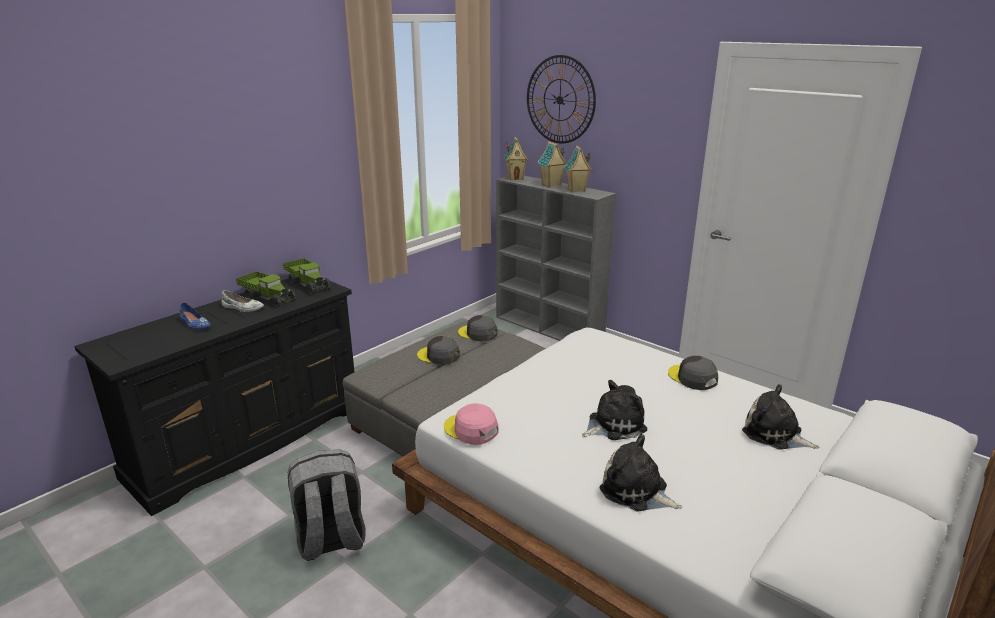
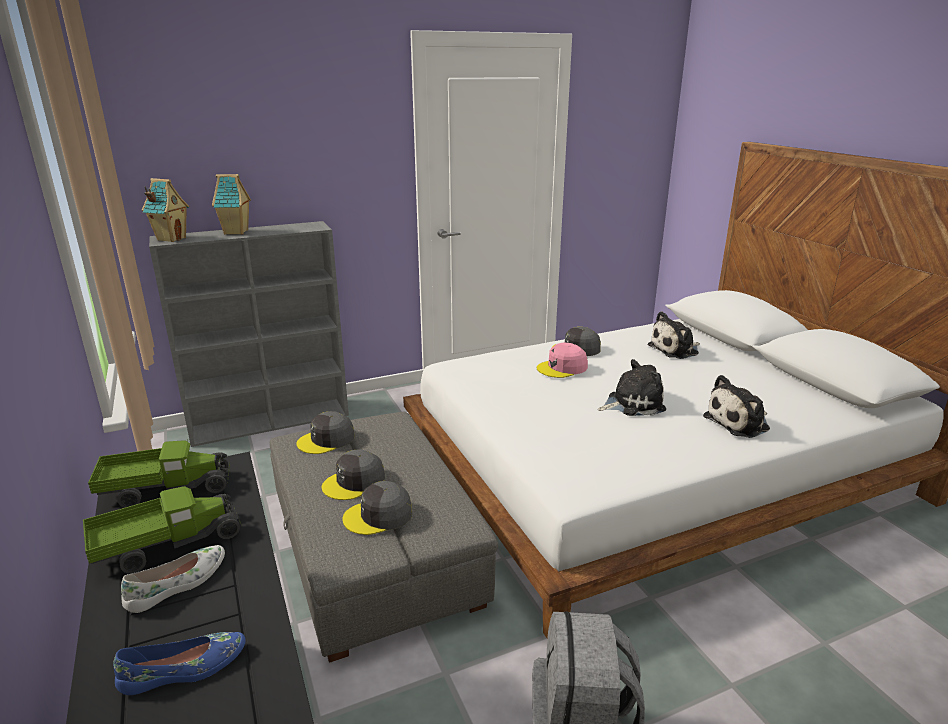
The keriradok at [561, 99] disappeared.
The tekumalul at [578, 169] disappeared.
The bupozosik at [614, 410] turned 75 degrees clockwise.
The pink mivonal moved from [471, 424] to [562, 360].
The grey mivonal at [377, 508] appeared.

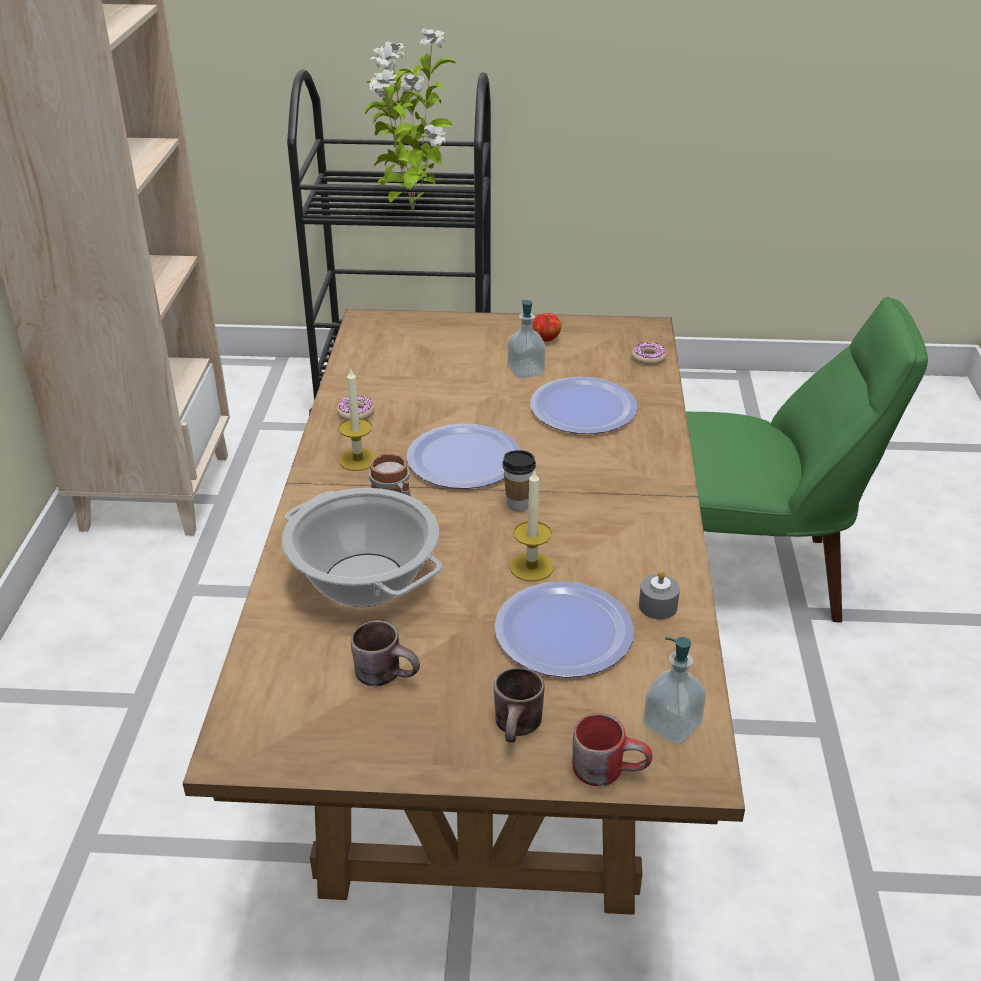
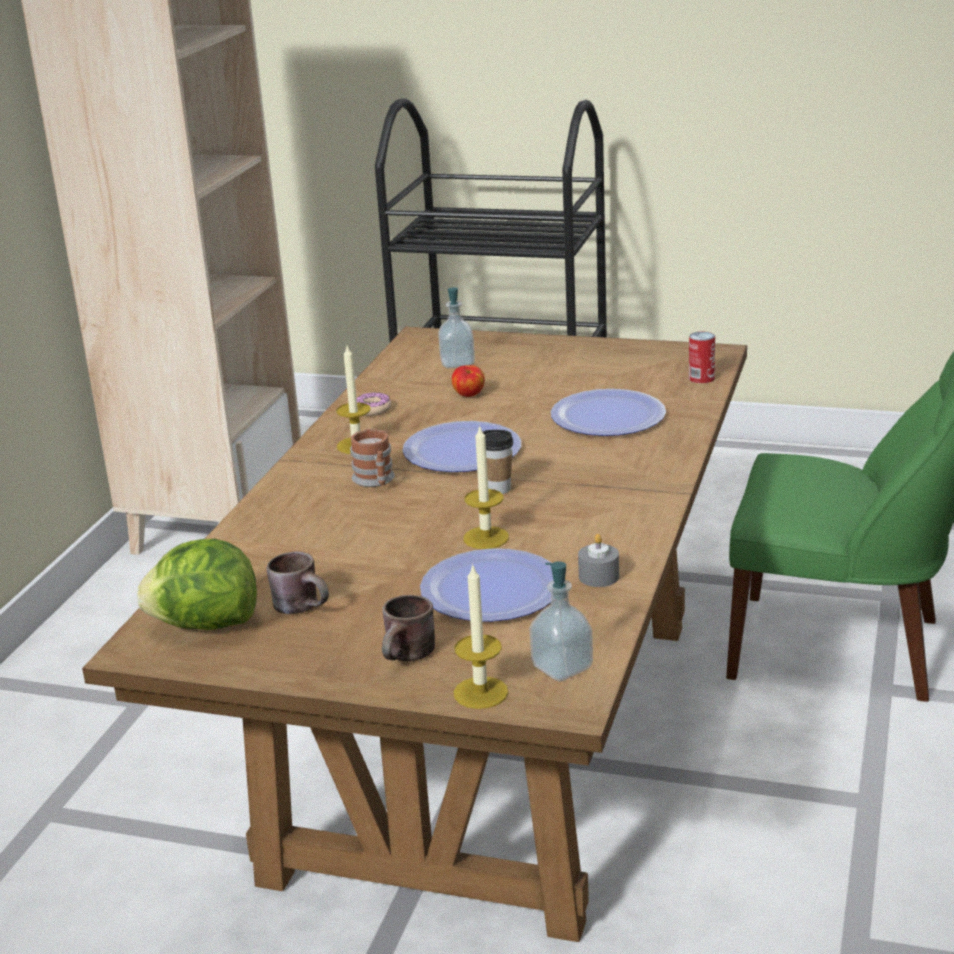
The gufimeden at [411, 120] disappeared.
The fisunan moved from [526, 339] to [456, 327].
The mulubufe moved from [547, 327] to [468, 381].
The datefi at [649, 353] was replaced by the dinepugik at [702, 357].
The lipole at [362, 547] disappeared.
The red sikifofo at [612, 749] was replaced by the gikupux at [481, 636].
The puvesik at [197, 584] appeared.

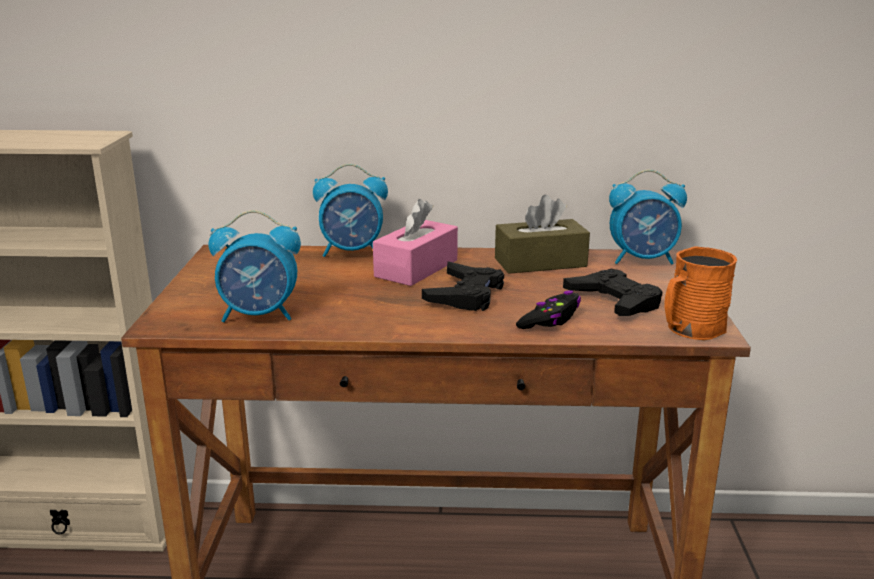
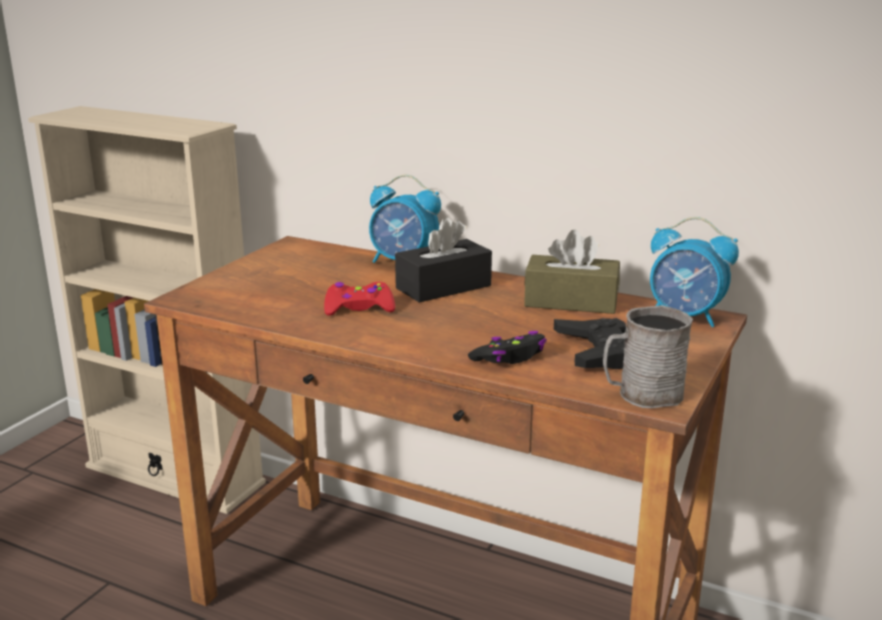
The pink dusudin at [415, 242] became the black dusudin at [443, 259].
The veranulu at [254, 266] disappeared.
The orange sikifofo at [700, 293] became the grey sikifofo at [648, 356].
The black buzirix at [463, 286] disappeared.
The red buzirix at [359, 299] appeared.

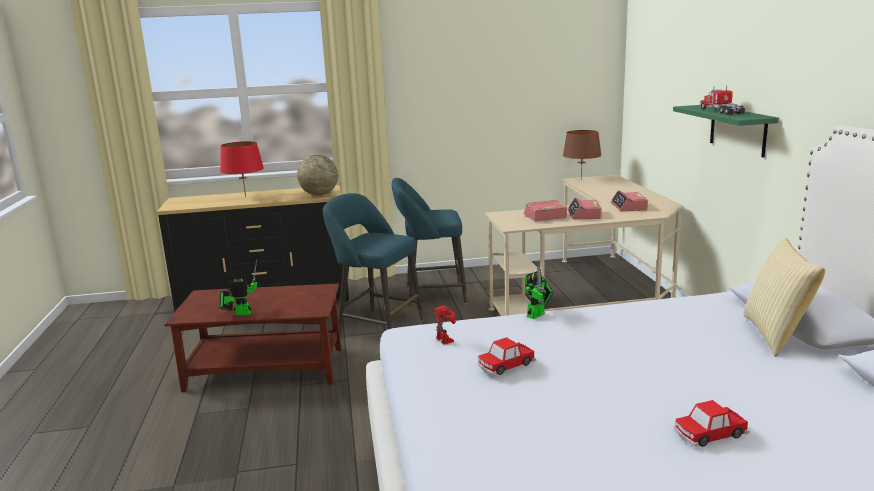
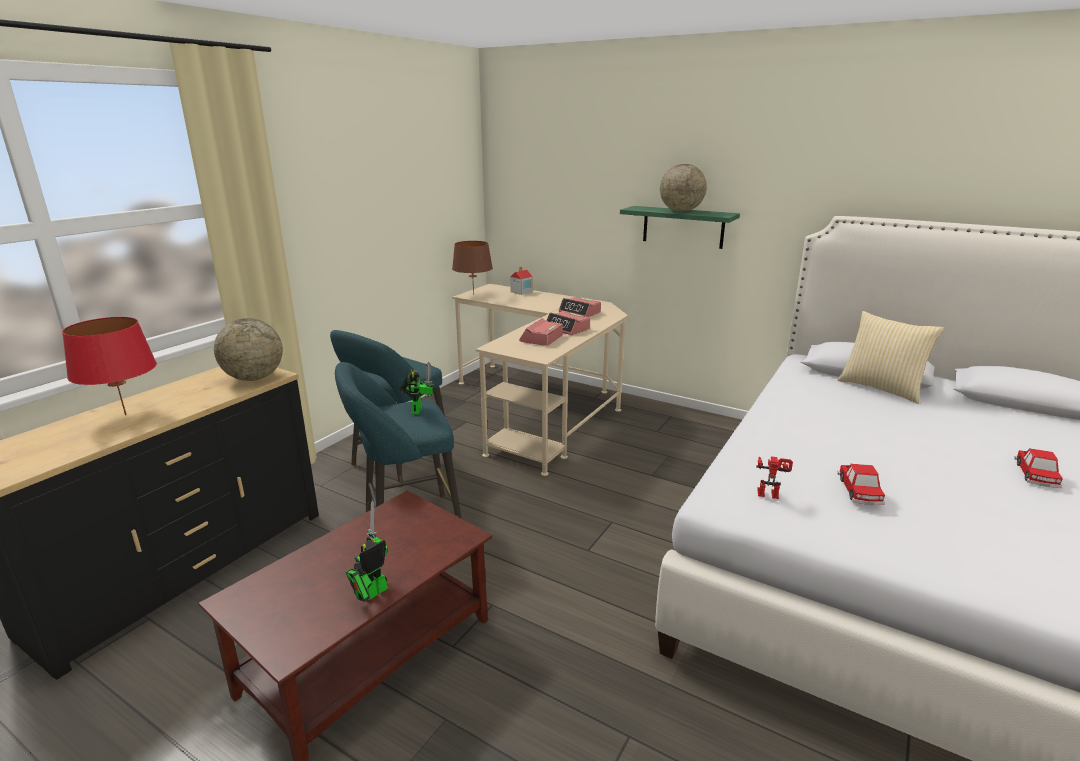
The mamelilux at [722, 100] was replaced by the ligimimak at [683, 188].
The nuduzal moved from [539, 292] to [416, 388].
The tekumalul at [521, 280] appeared.

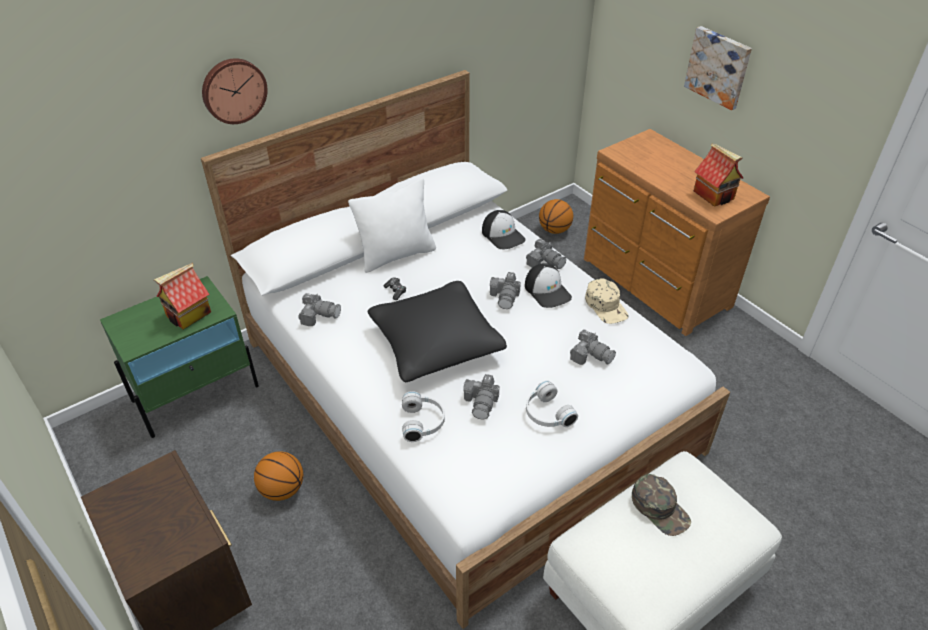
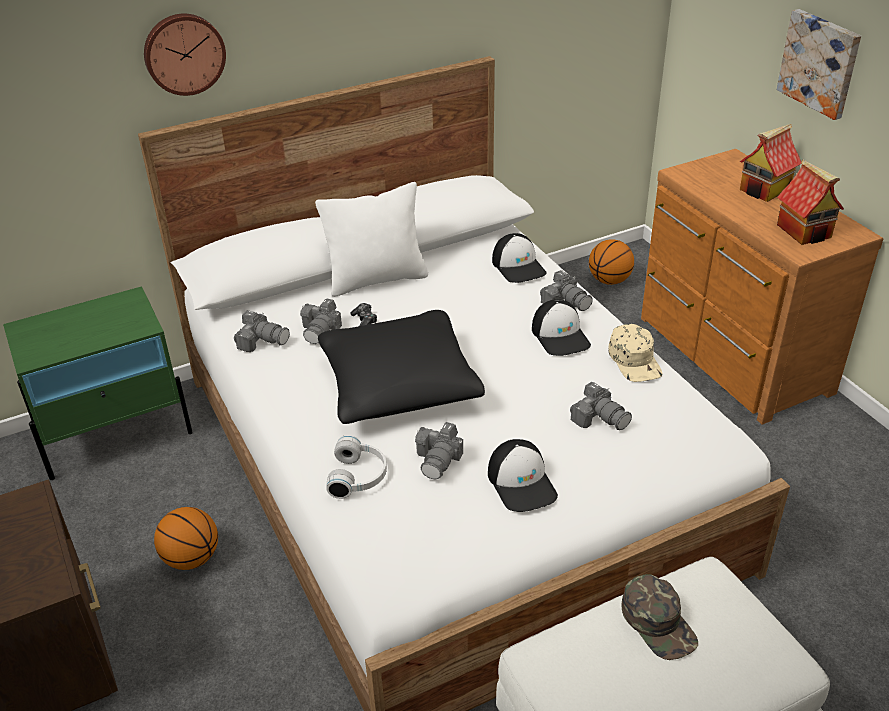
The tekumalul moved from [182, 296] to [770, 163].
The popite moved from [505, 290] to [321, 321].
The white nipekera at [552, 404] was replaced by the mivonal at [523, 475].

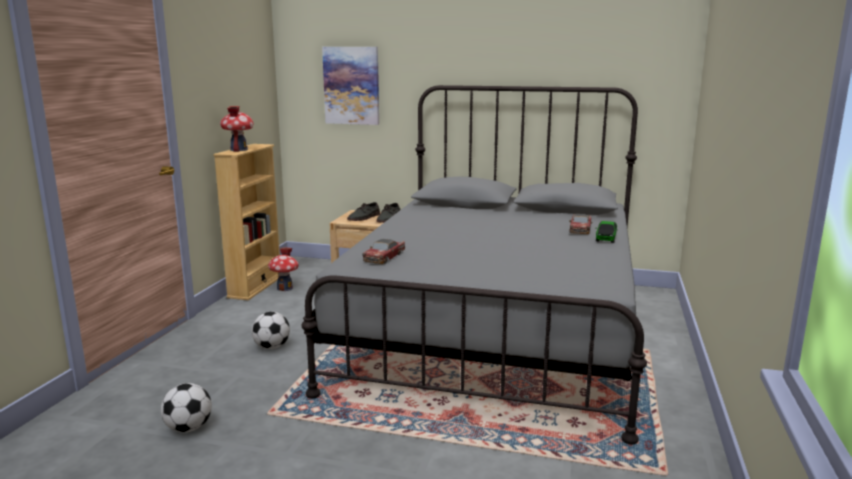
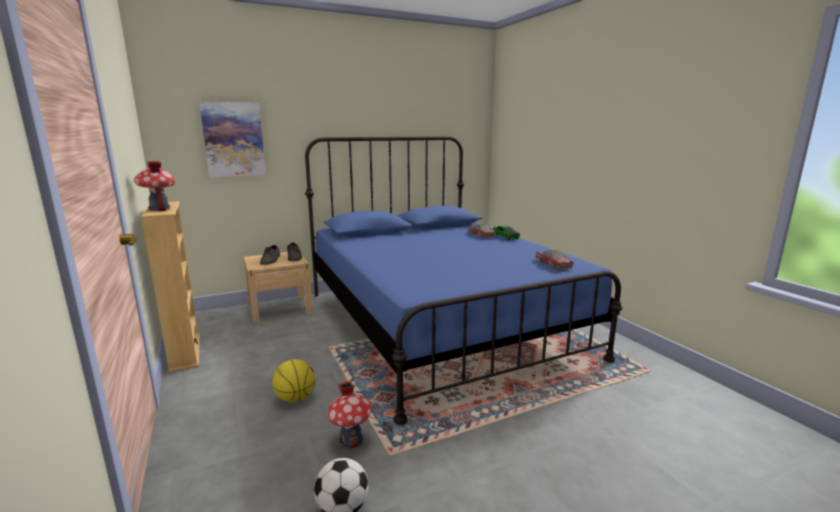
The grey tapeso at [474, 264] became the blue tapeso at [463, 280].
The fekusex moved from [384, 251] to [554, 259].
The tekumalul moved from [283, 269] to [349, 415].
The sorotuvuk at [271, 330] was replaced by the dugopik at [294, 380].

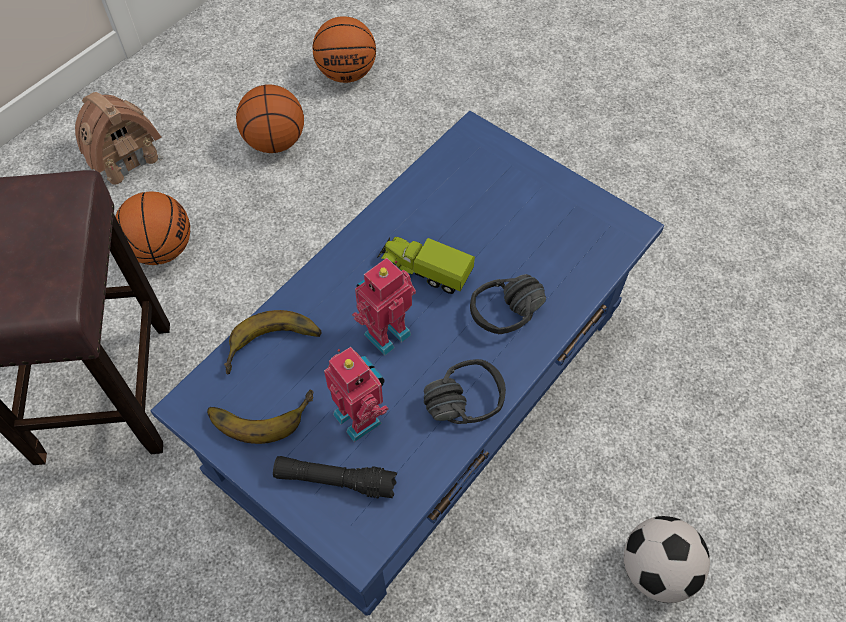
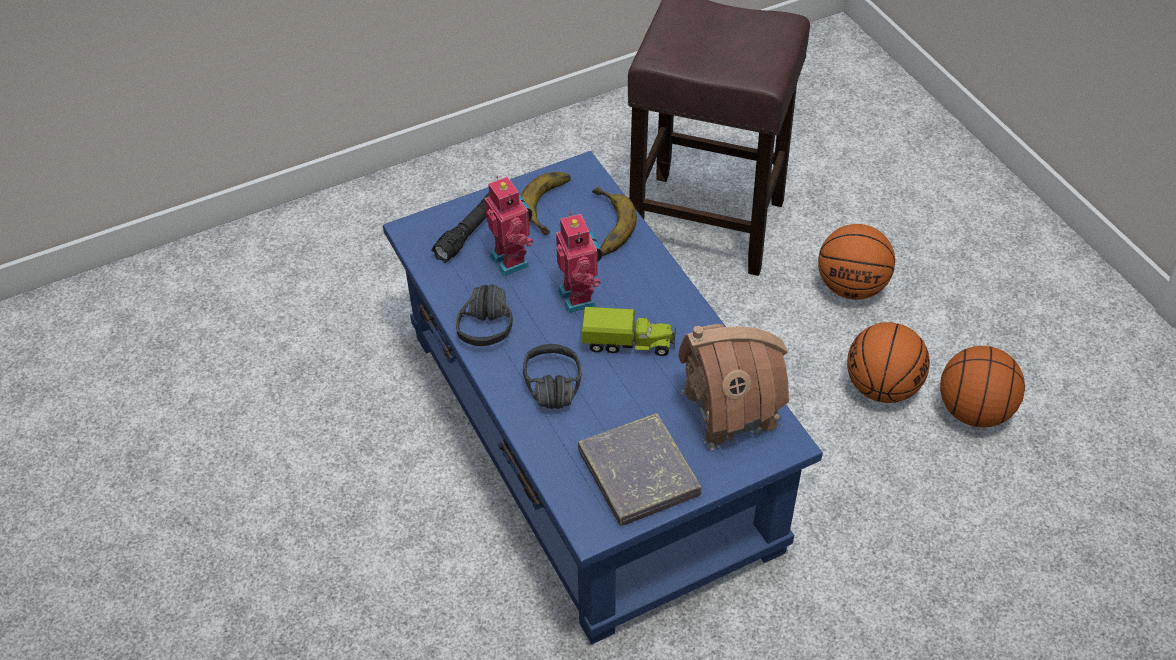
The dugopik moved from [344, 49] to [888, 362].
The tekumalul moved from [119, 139] to [733, 387].
The mamelilux at [426, 265] turned 45 degrees clockwise.
The nuduzal at [356, 394] turned 105 degrees counterclockwise.
The sorotuvuk at [667, 559] disappeared.
The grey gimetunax at [640, 469] appeared.

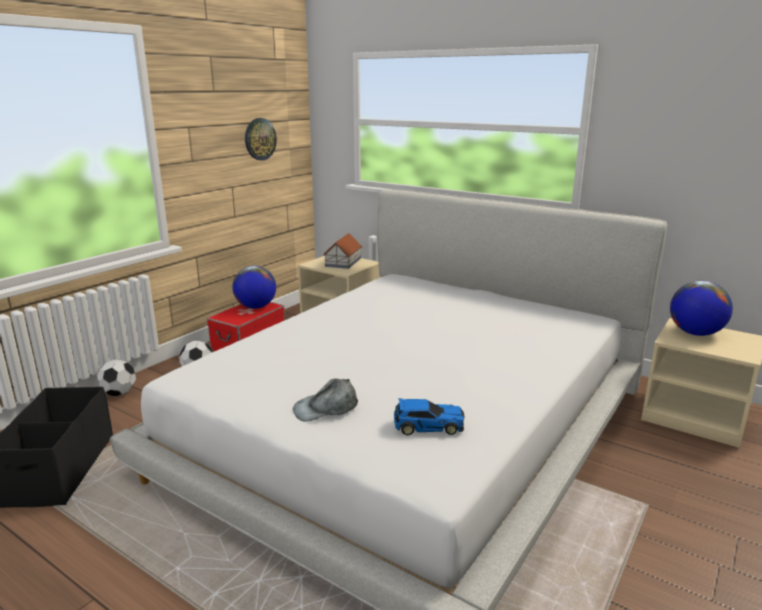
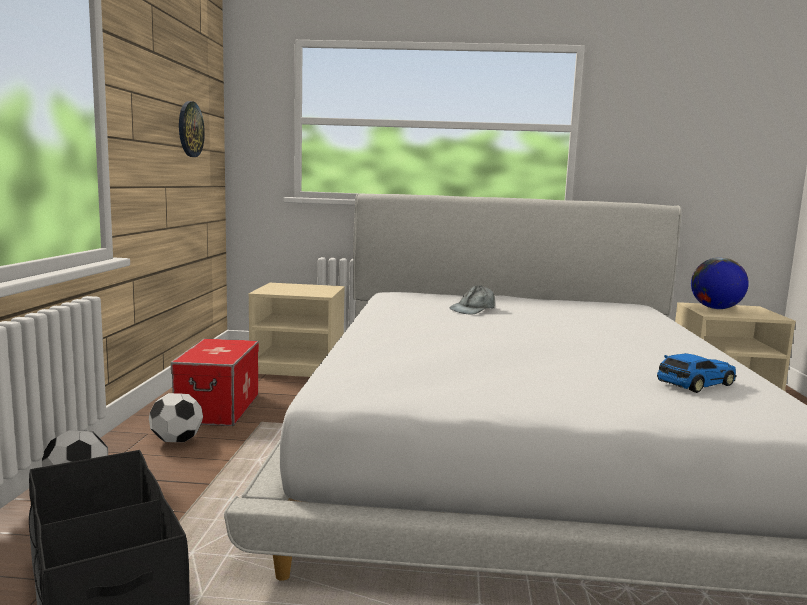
The tekumalul at [342, 251] disappeared.
The ligimimak at [254, 287] disappeared.
The grey mivonal moved from [325, 400] to [472, 300].

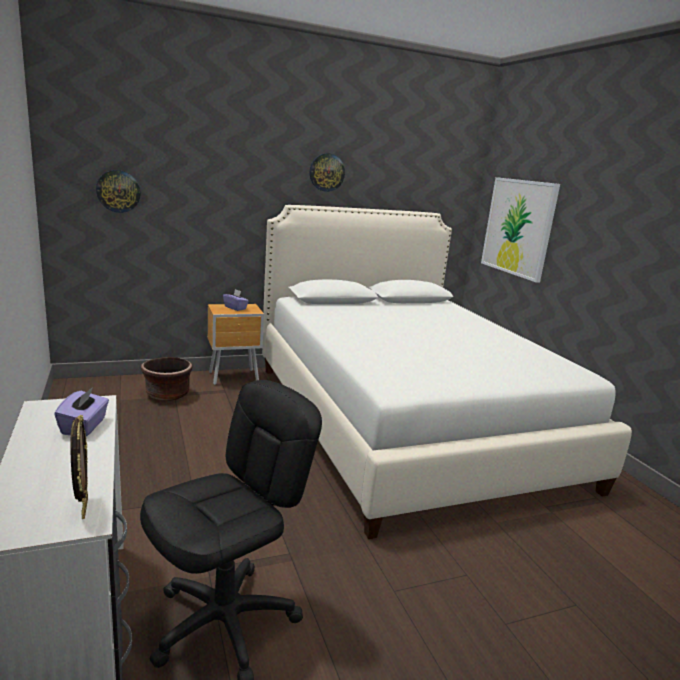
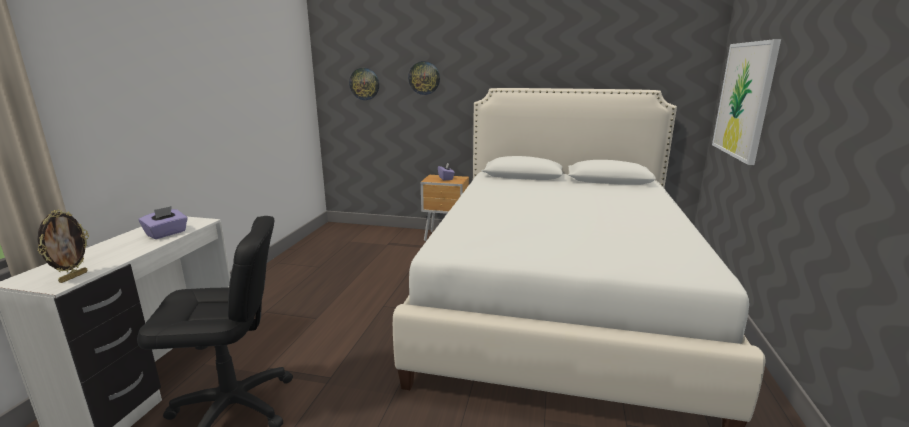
The keriradok moved from [327, 172] to [424, 78].
The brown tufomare at [167, 379] disappeared.

